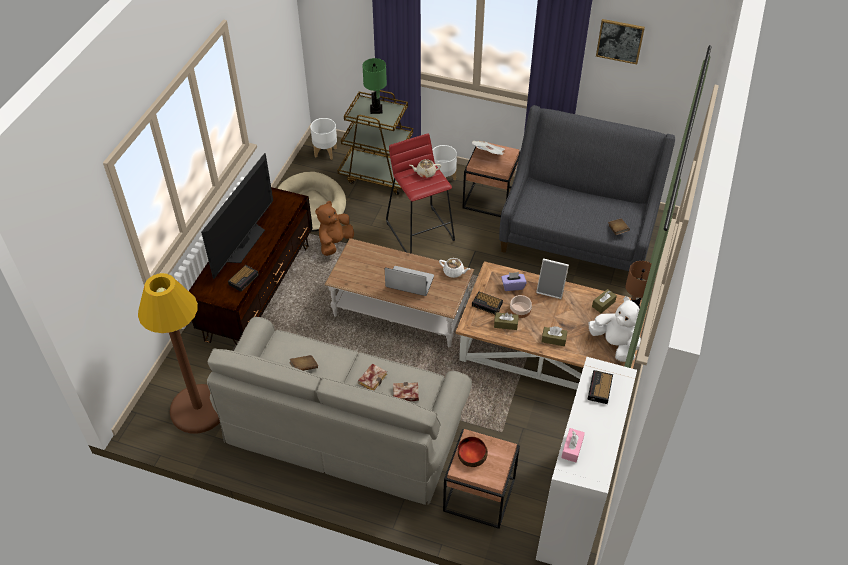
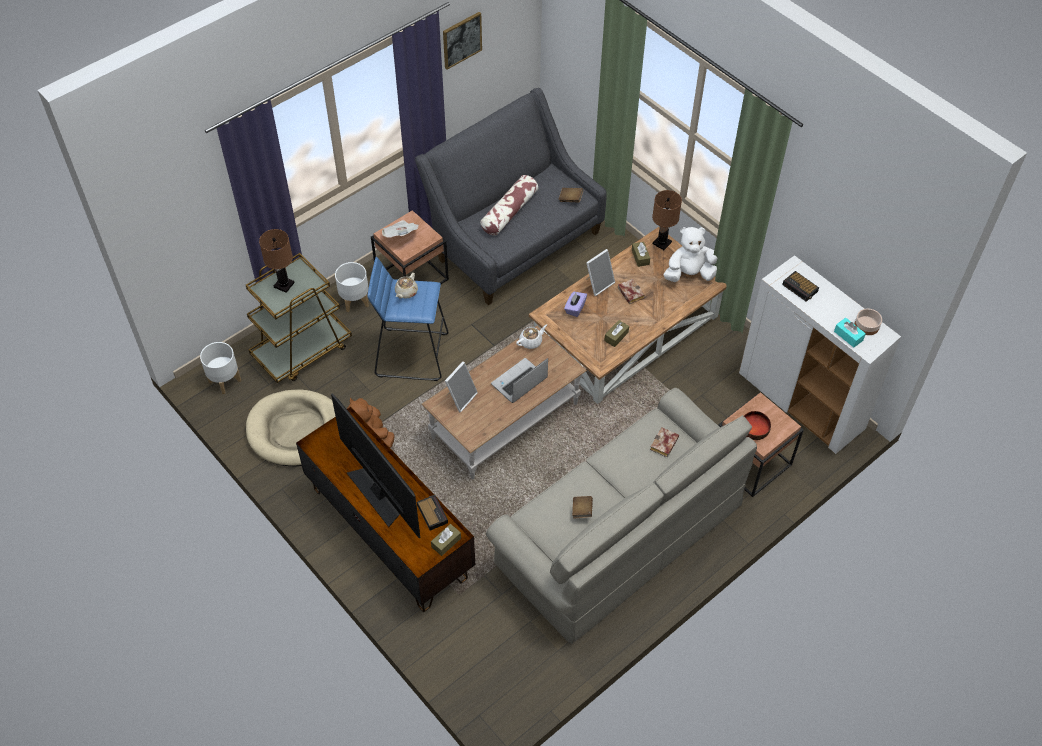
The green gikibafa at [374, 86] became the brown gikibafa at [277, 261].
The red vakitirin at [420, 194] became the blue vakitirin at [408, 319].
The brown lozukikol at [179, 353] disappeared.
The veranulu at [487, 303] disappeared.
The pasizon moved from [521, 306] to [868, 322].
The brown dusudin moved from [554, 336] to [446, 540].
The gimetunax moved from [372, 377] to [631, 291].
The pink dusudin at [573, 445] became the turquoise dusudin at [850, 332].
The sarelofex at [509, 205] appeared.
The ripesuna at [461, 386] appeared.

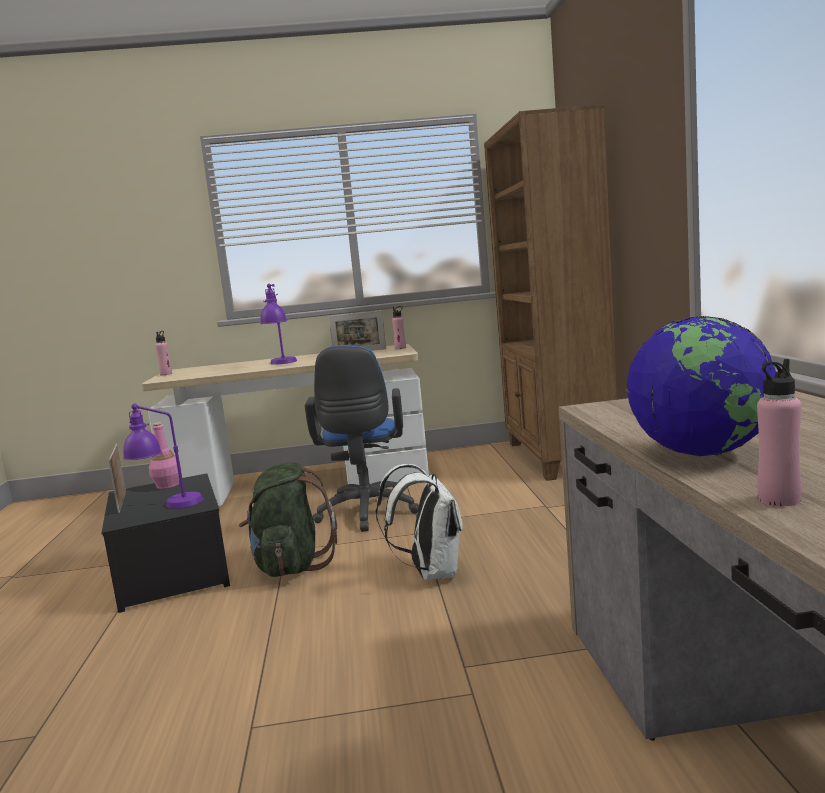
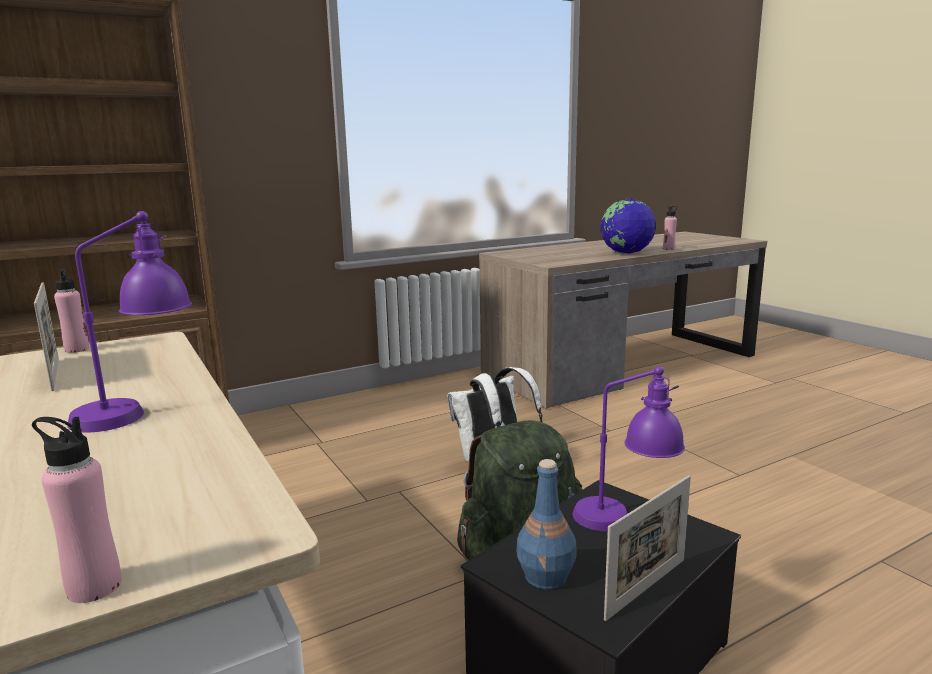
The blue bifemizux at [362, 438] disappeared.
The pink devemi at [165, 455] became the blue devemi at [546, 524].

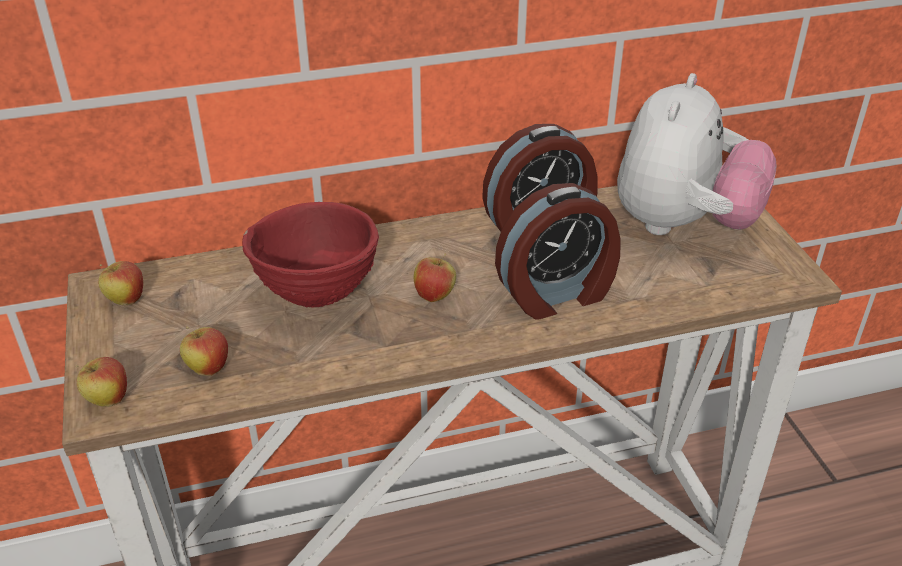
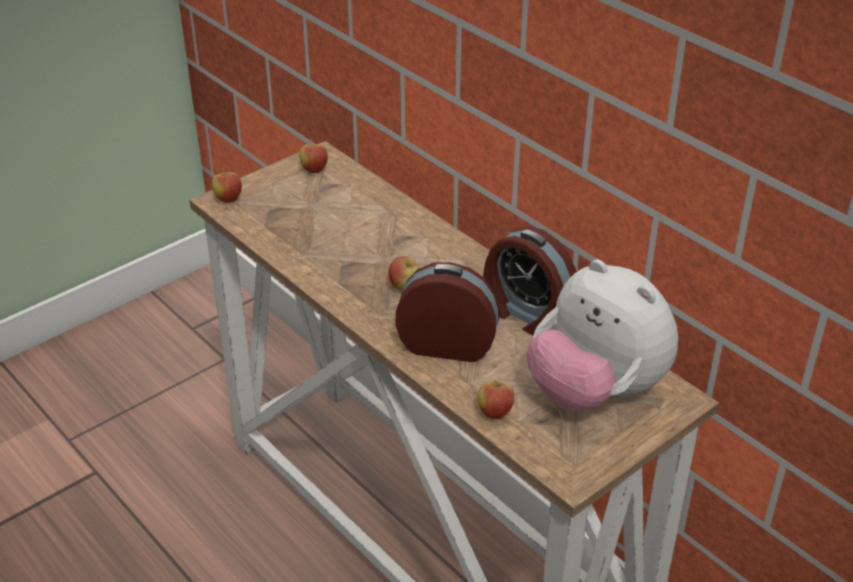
The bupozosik at [697, 154] turned 45 degrees clockwise.
The veranulu at [558, 251] turned 150 degrees clockwise.
The red pasizon at [310, 255] disappeared.
The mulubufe moved from [204, 351] to [496, 397].

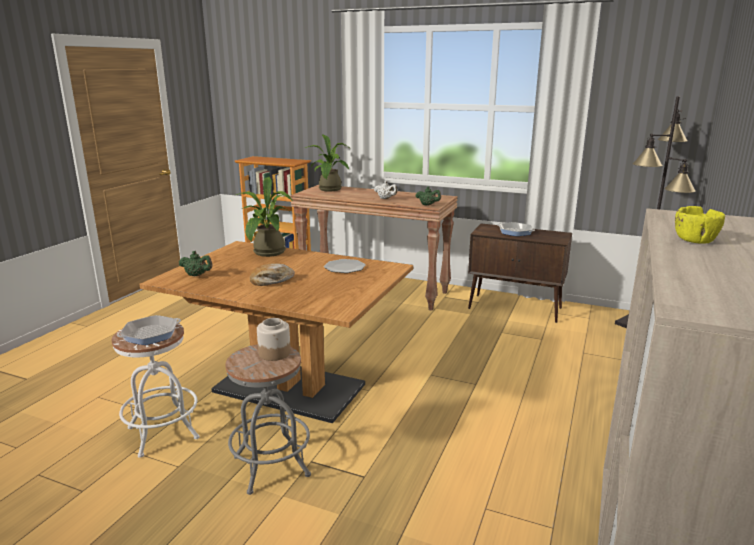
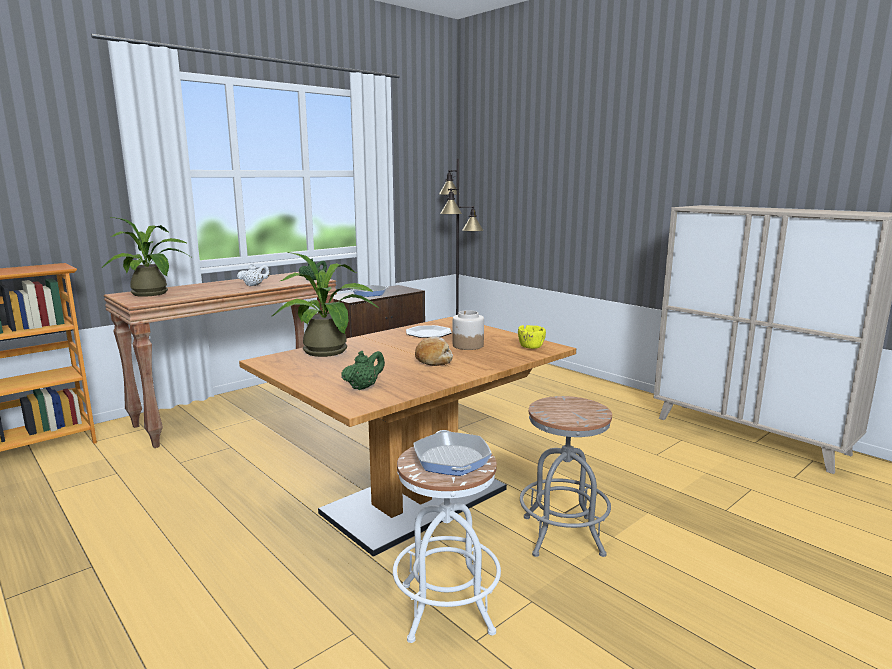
The yellow pasizon moved from [700, 225] to [532, 337].
The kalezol moved from [274, 339] to [468, 330].

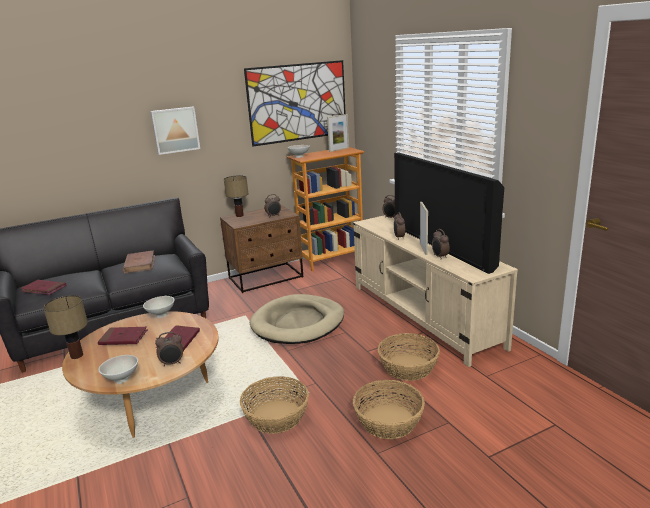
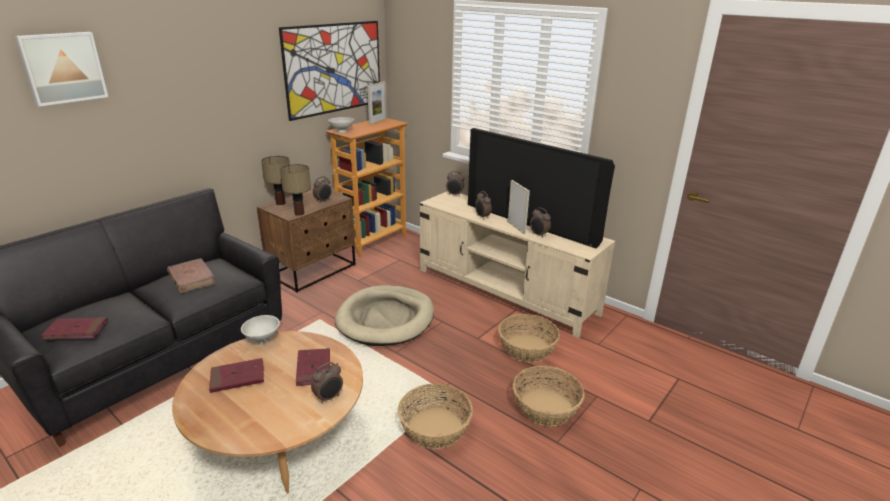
The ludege moved from [175, 131] to [61, 69].
The gikibafa moved from [65, 327] to [295, 190].
The white pasizon at [118, 369] disappeared.

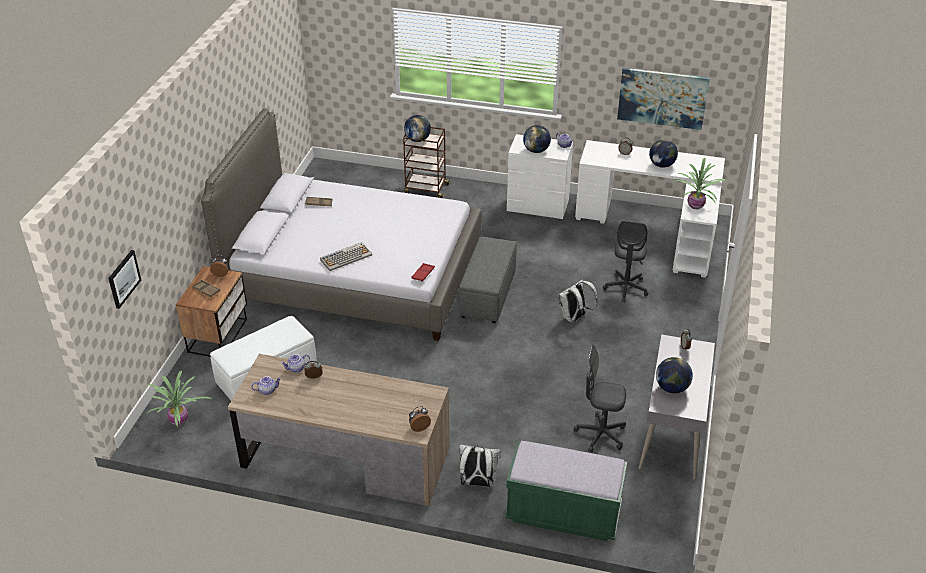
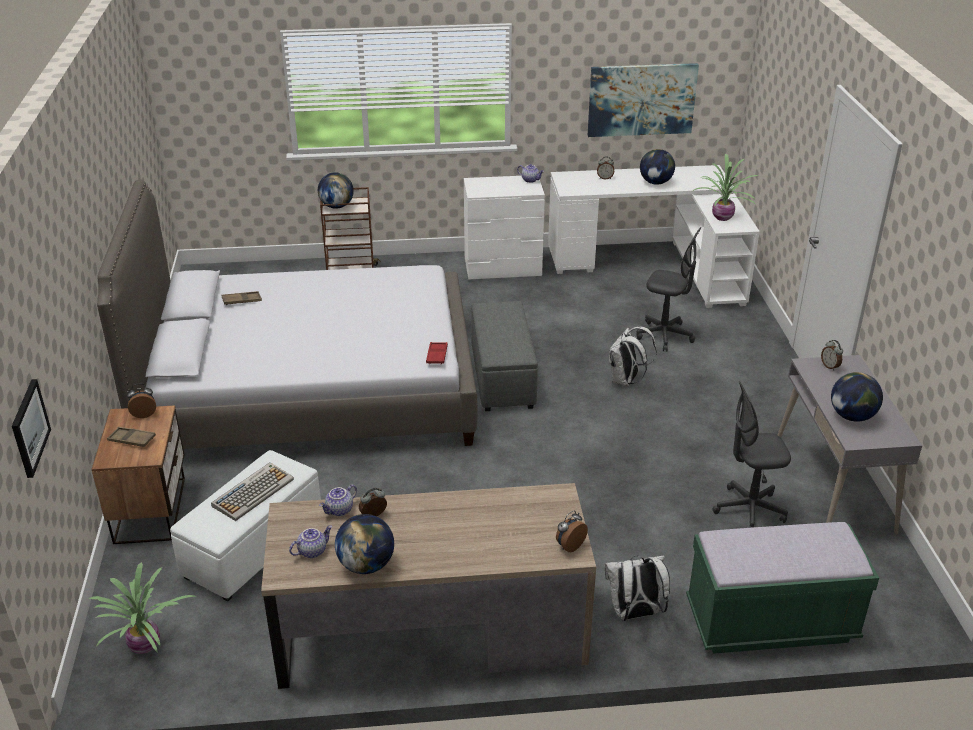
The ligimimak moved from [537, 139] to [364, 544].
The grey bifemizux at [626, 262] turned 60 degrees counterclockwise.
The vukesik moved from [346, 256] to [252, 491].

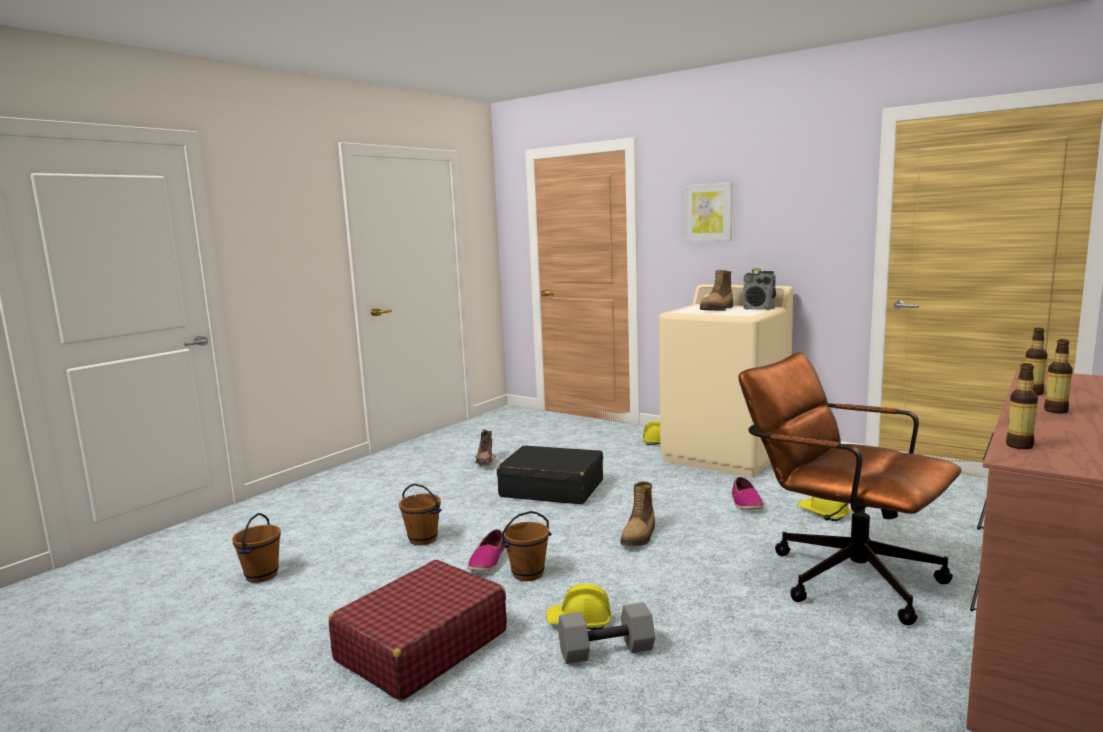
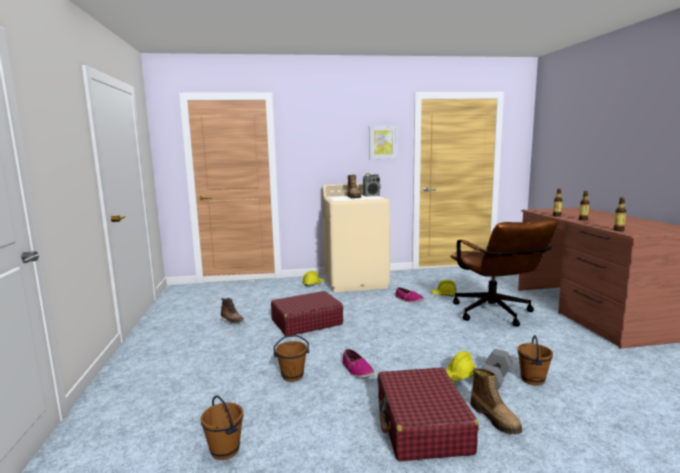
The ludege moved from [708, 211] to [383, 142].
The brown bifemizux at [850, 488] turned 105 degrees counterclockwise.
The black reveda at [550, 474] became the red reveda at [307, 313].
The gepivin moved from [637, 513] to [496, 401].
The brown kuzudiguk moved from [526, 546] to [535, 360].

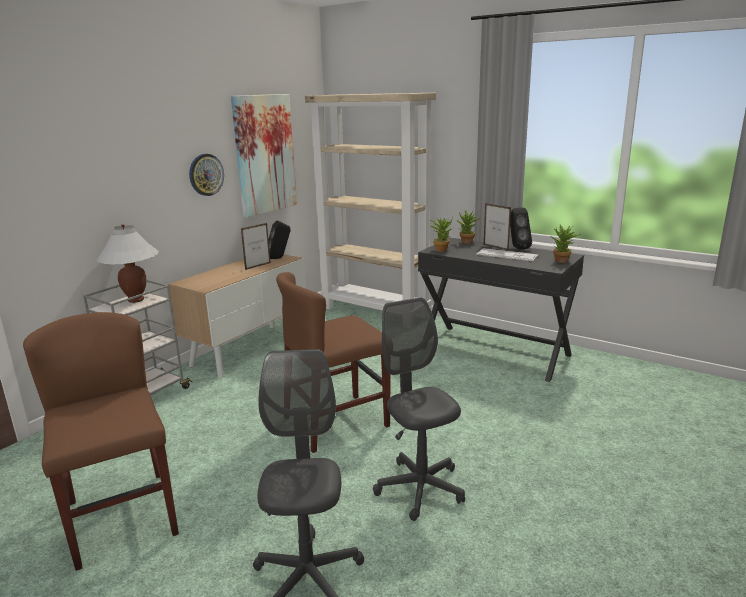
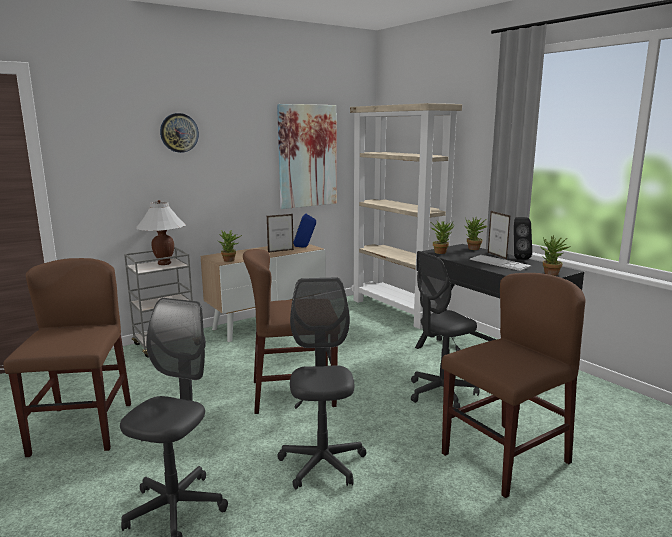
The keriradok moved from [206, 175] to [179, 133].
The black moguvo at [279, 240] became the blue moguvo at [304, 230].
The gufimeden at [230, 246] appeared.
The grey bifemizux at [445, 330] appeared.
The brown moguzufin at [513, 385] appeared.

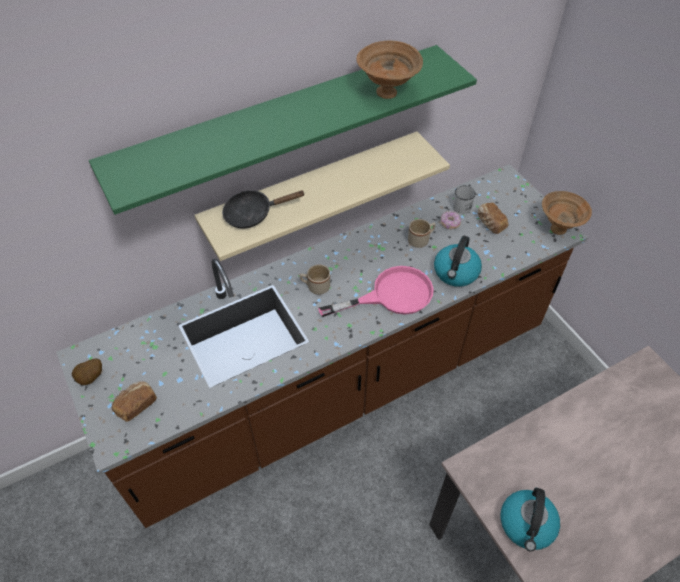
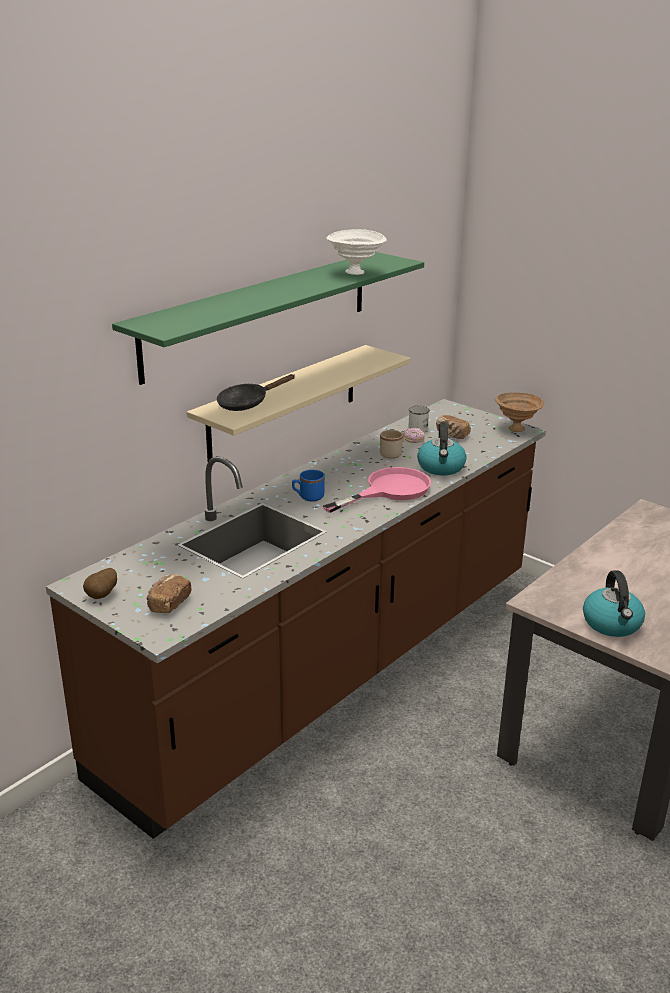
The brown pasizon at [389, 70] became the white pasizon at [356, 252].
The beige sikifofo at [315, 280] became the blue sikifofo at [308, 486].

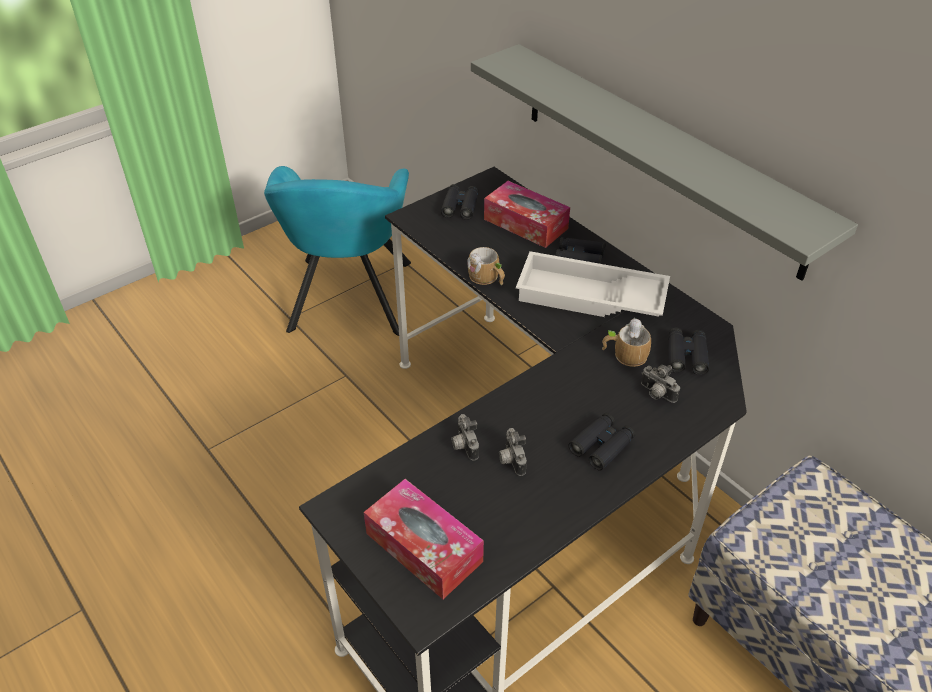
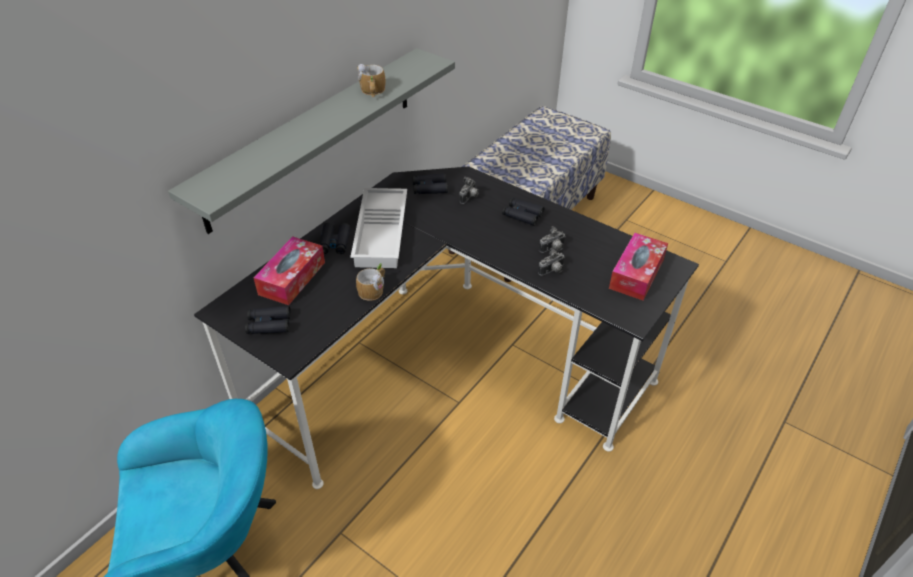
The sikifofo moved from [626, 342] to [371, 80].

